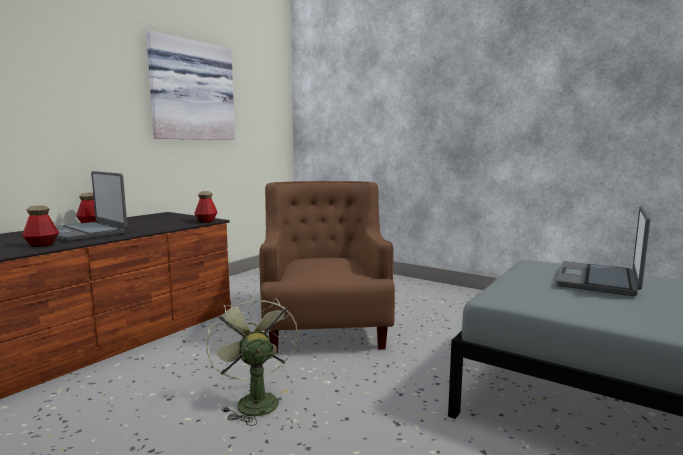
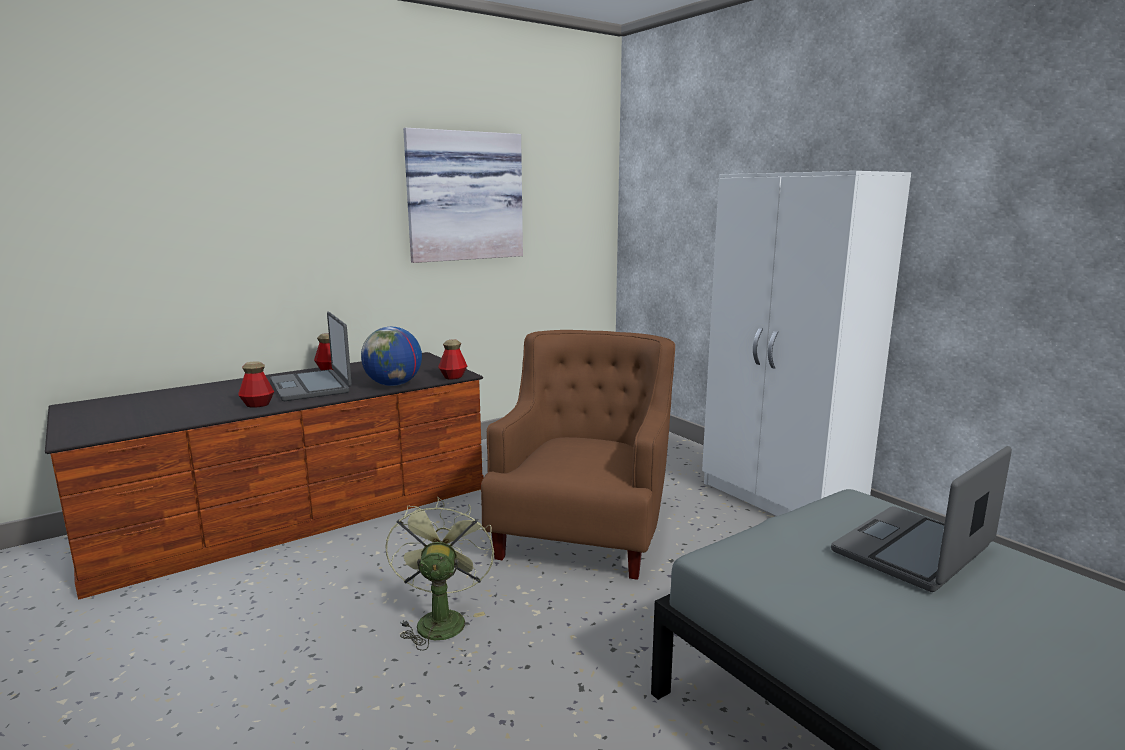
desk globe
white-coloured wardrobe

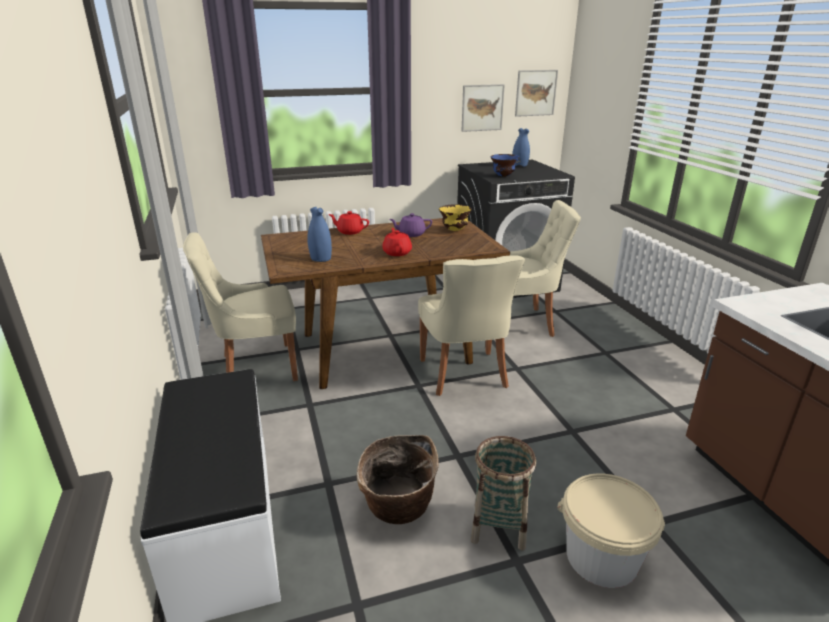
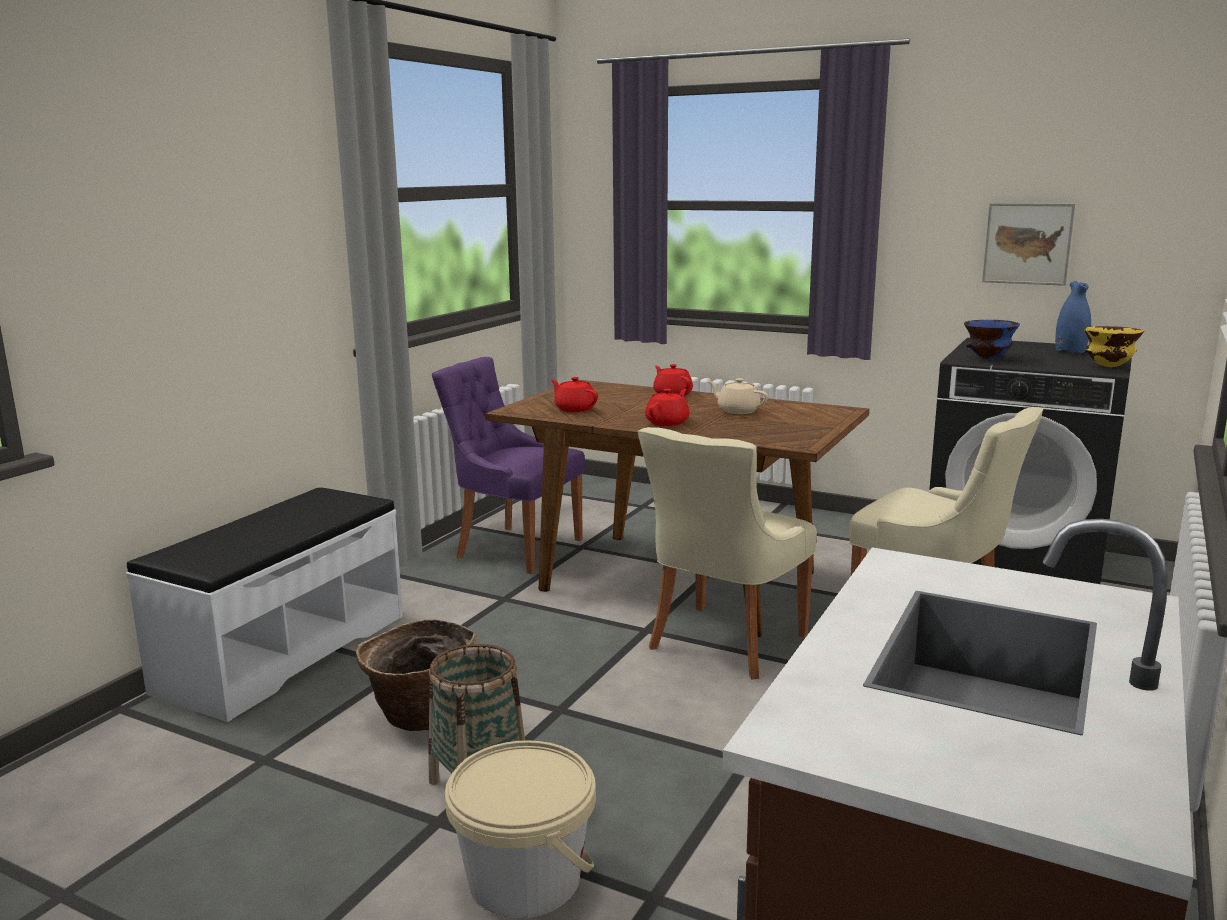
purplish plain chair
red-coloured teapot (1st from left)
beige teapot
yellow-coloured deep dish
wall art (2nd from left in the first image)

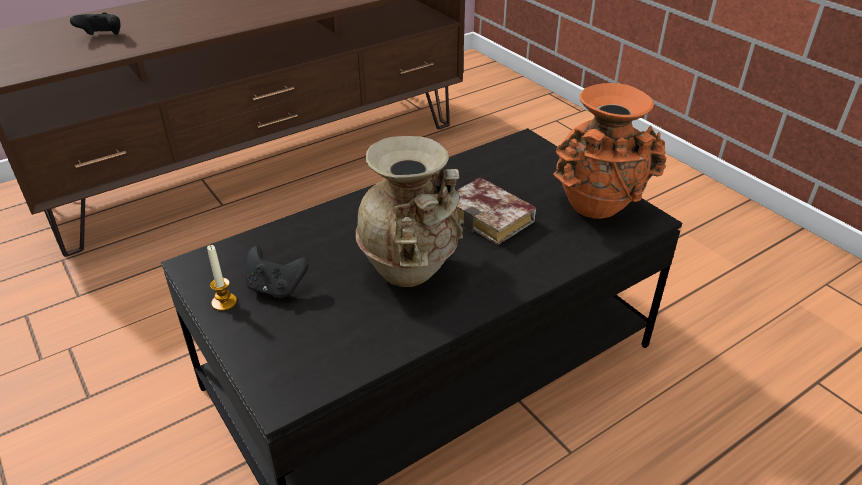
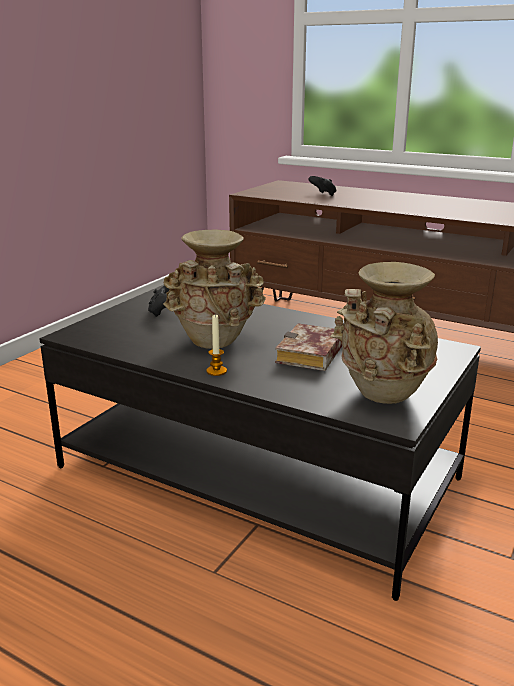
wax light
beige flower vase (2nd from left)

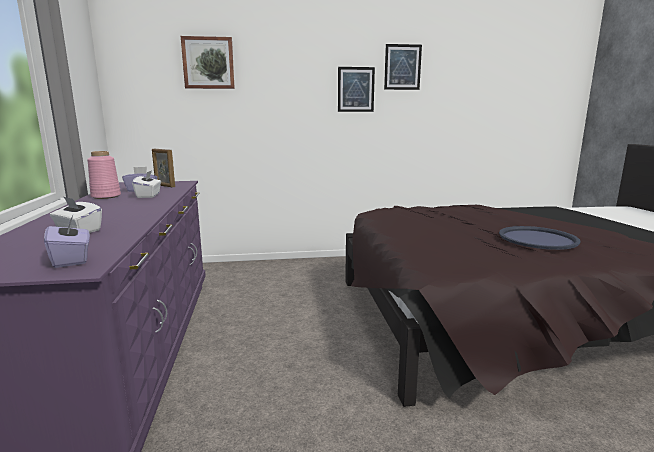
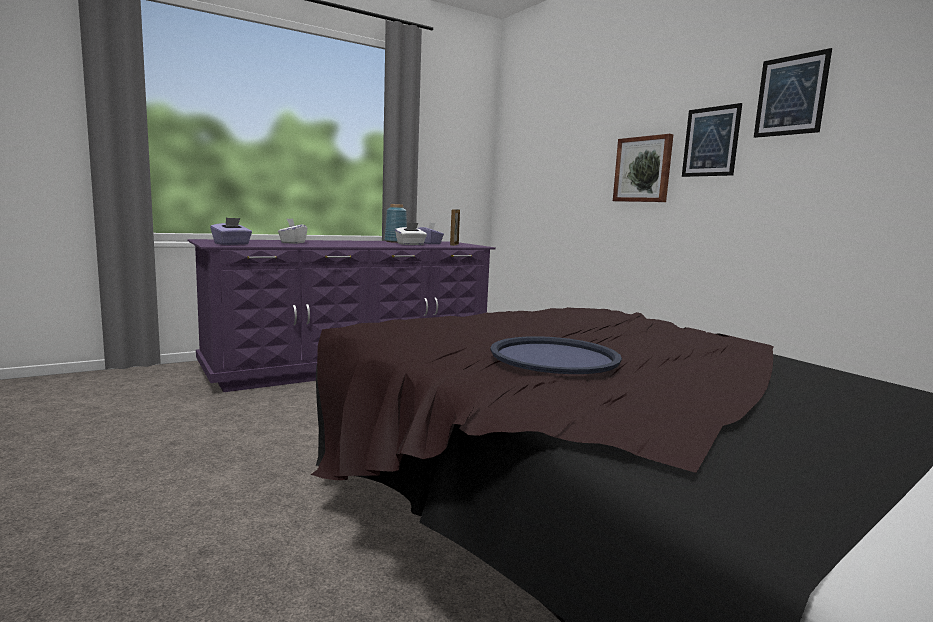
blue-coloured flower vase
wall art (1st from left)

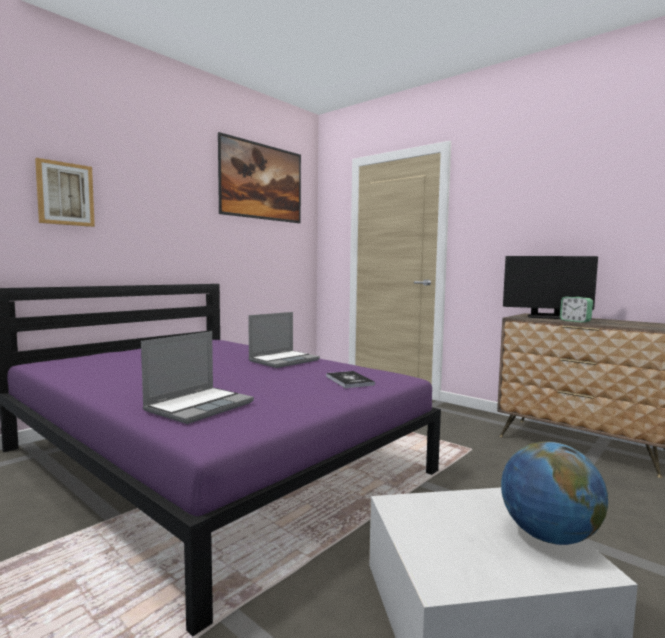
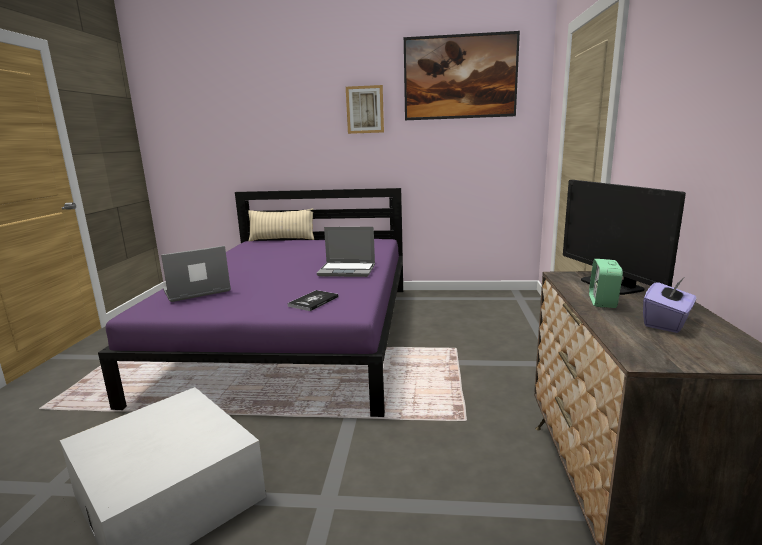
wall art (1st from left)
laptop (1st from left)
desk globe
beige pillow
purplish box of tissues

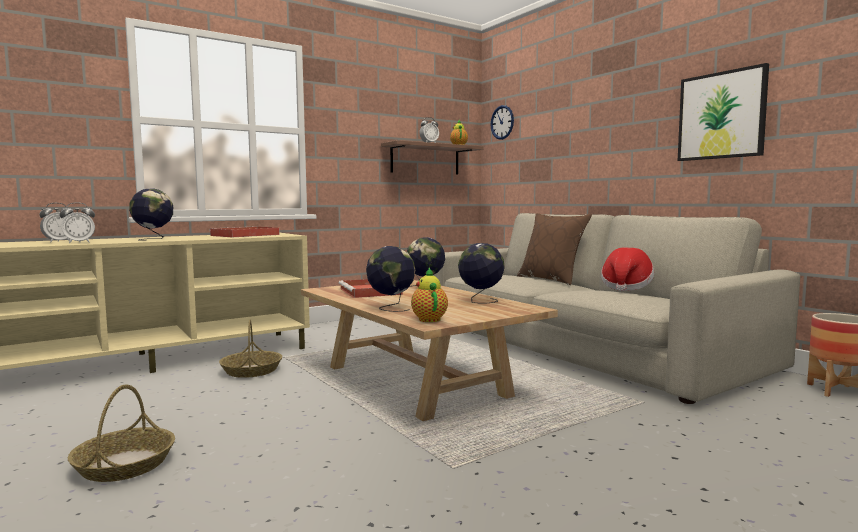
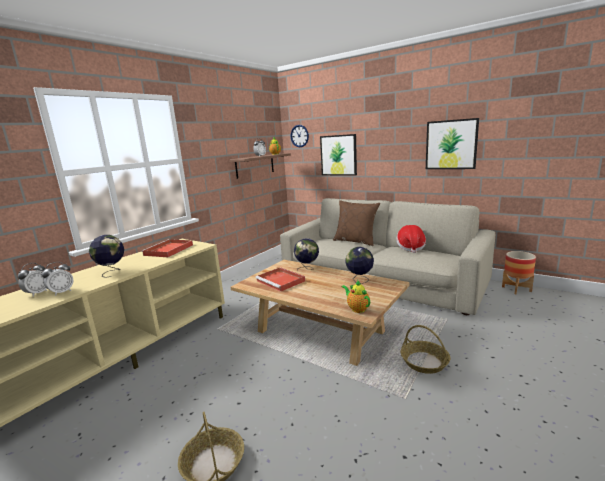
basket (2nd from left)
desk globe (2nd from left in the first image)
wall art (1st from left)

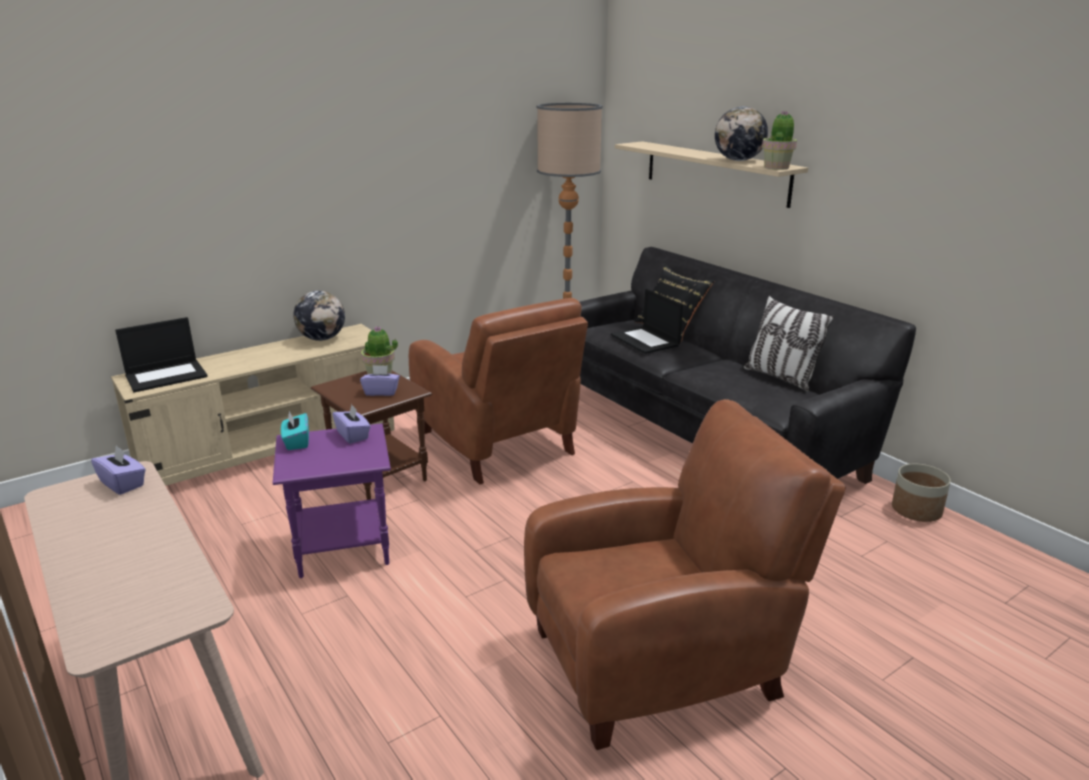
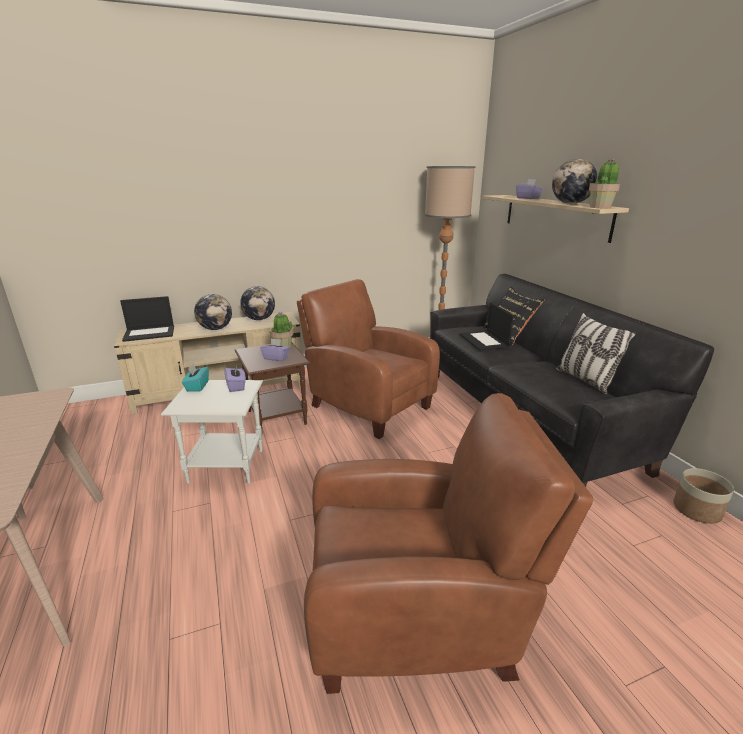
purplish box of tissues (3rd from left)
white-coloured end table
brown-coloured easy chair (1st from left)
desk globe (1st from left)

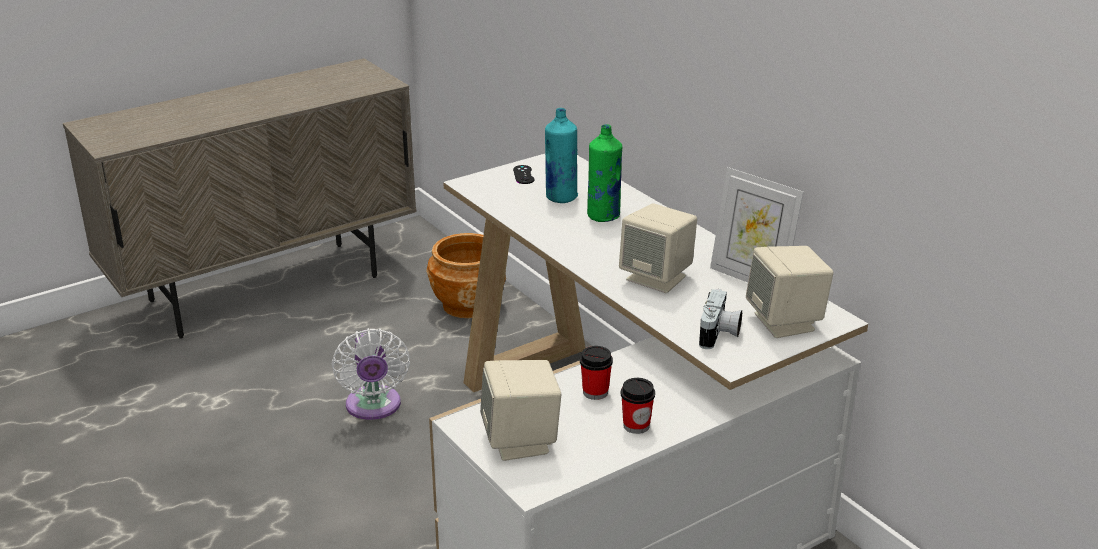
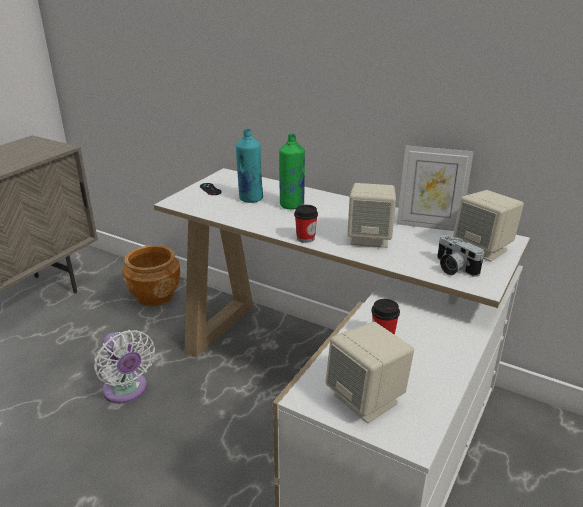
cup (1st from left)
still camera

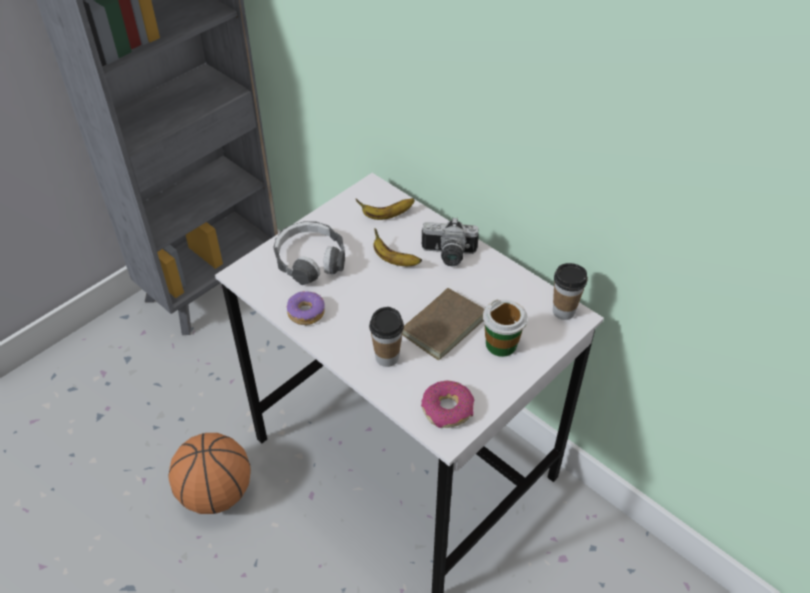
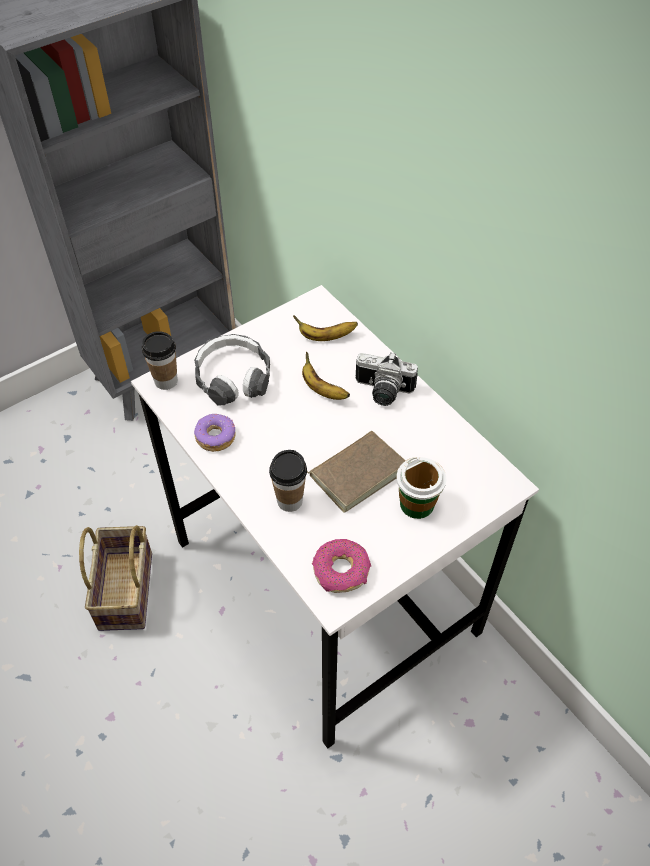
basket
cup (1st from left)

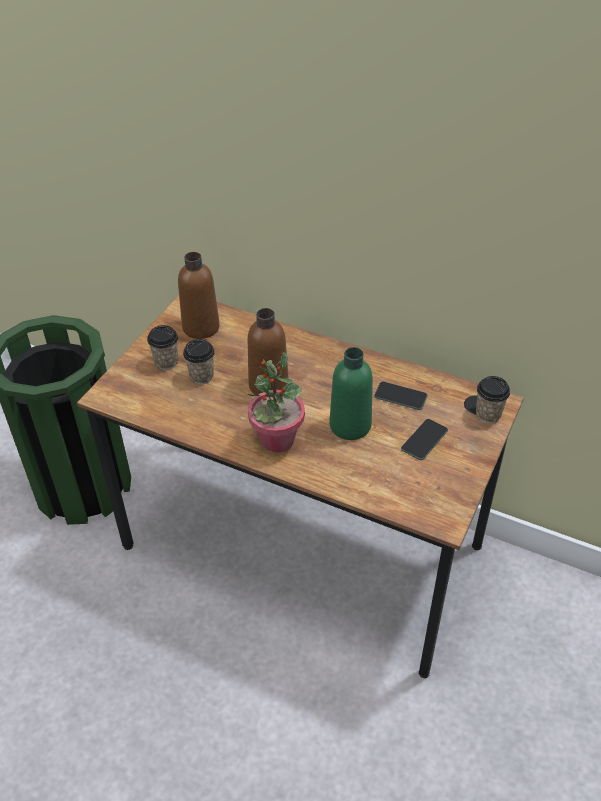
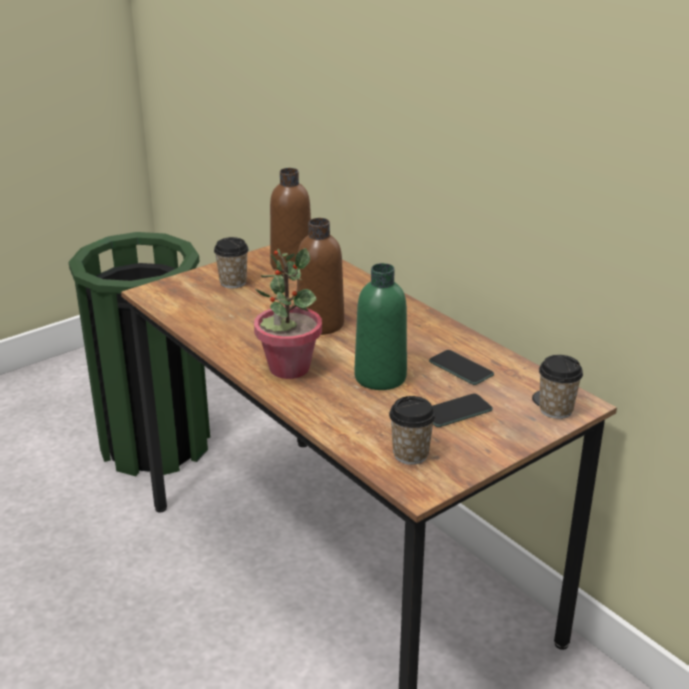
cup (2nd from left)

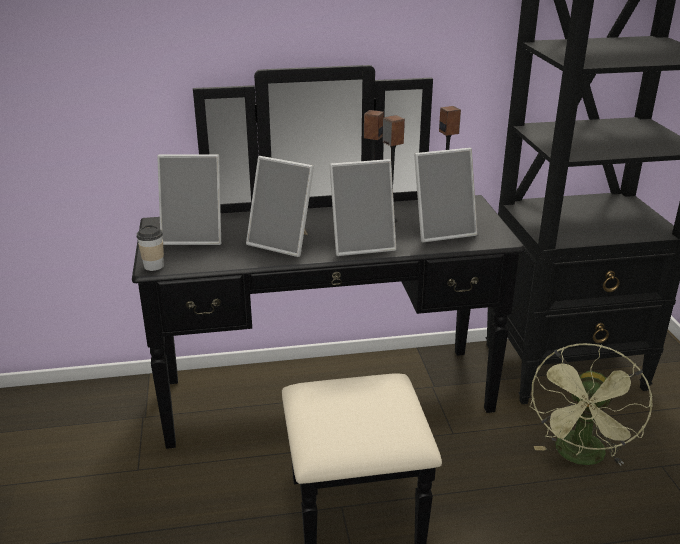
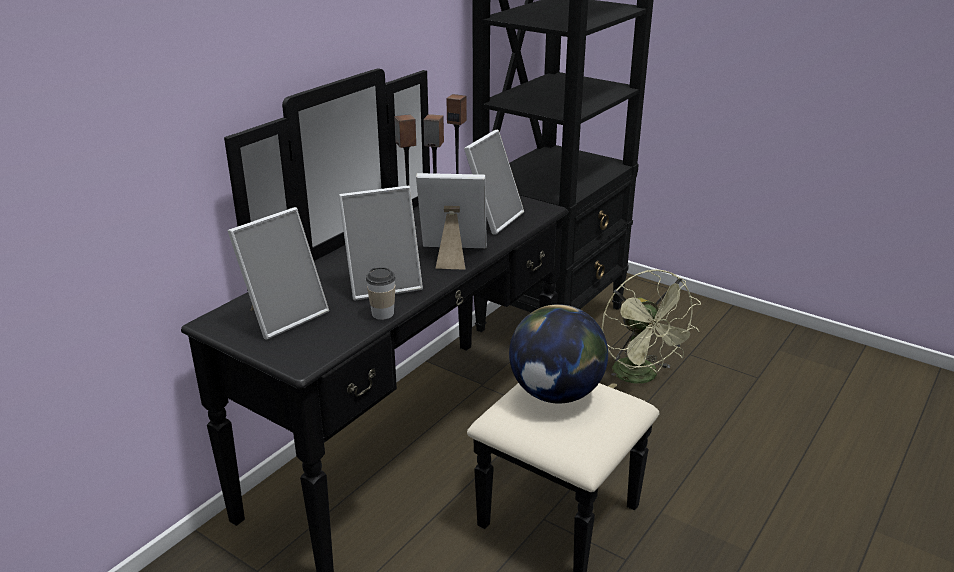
cup
photo frame (3rd from left)
desk globe

